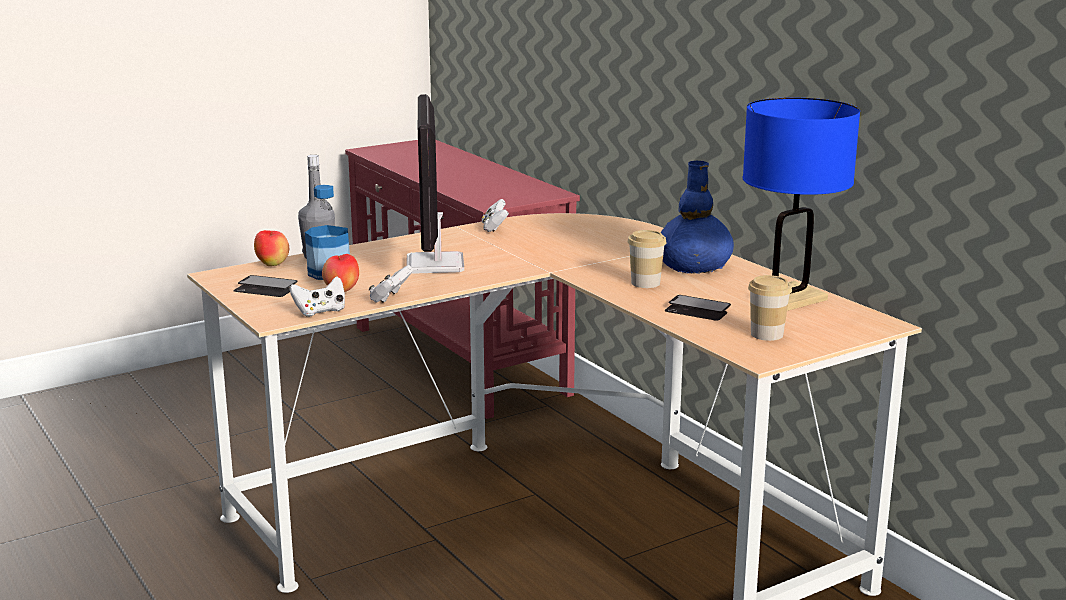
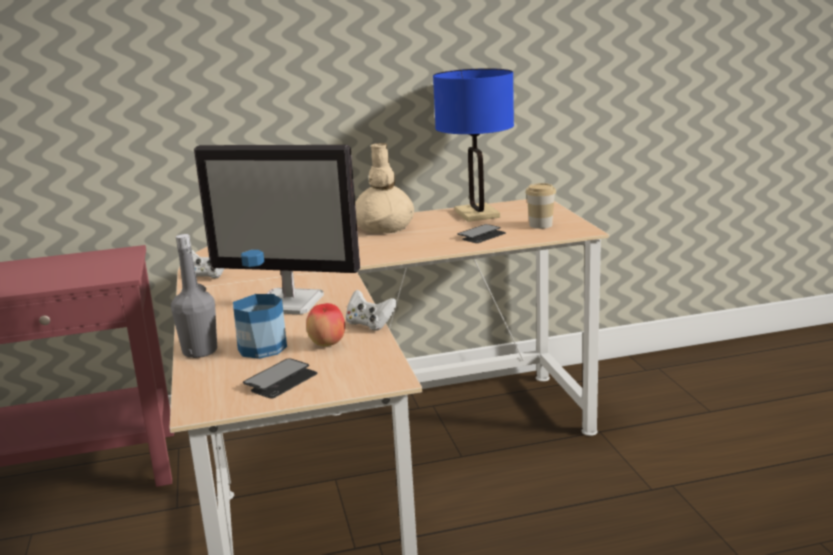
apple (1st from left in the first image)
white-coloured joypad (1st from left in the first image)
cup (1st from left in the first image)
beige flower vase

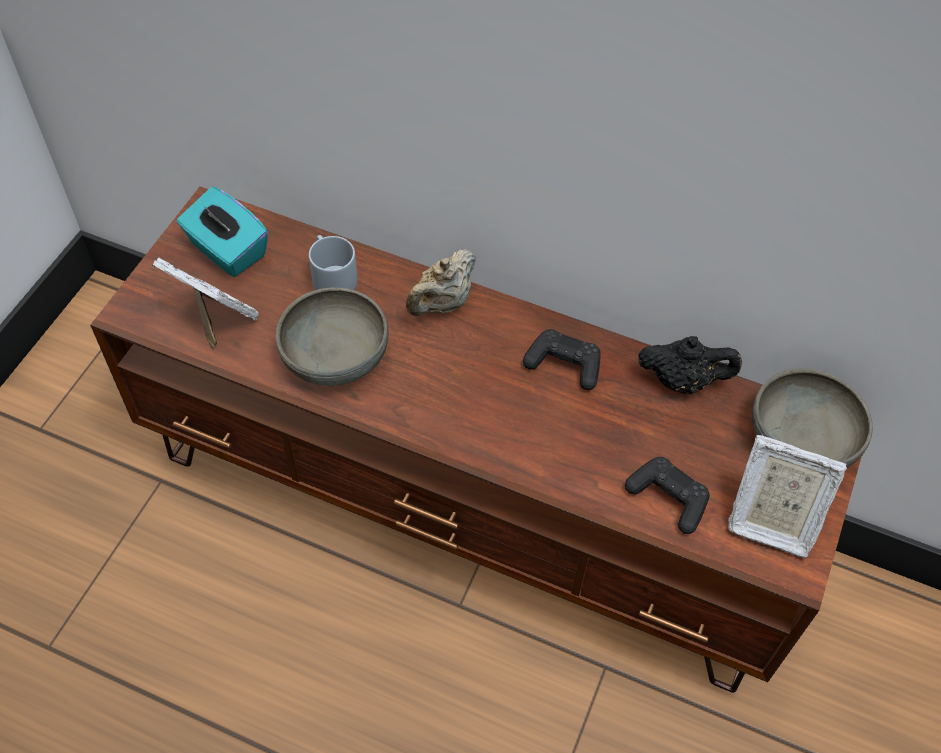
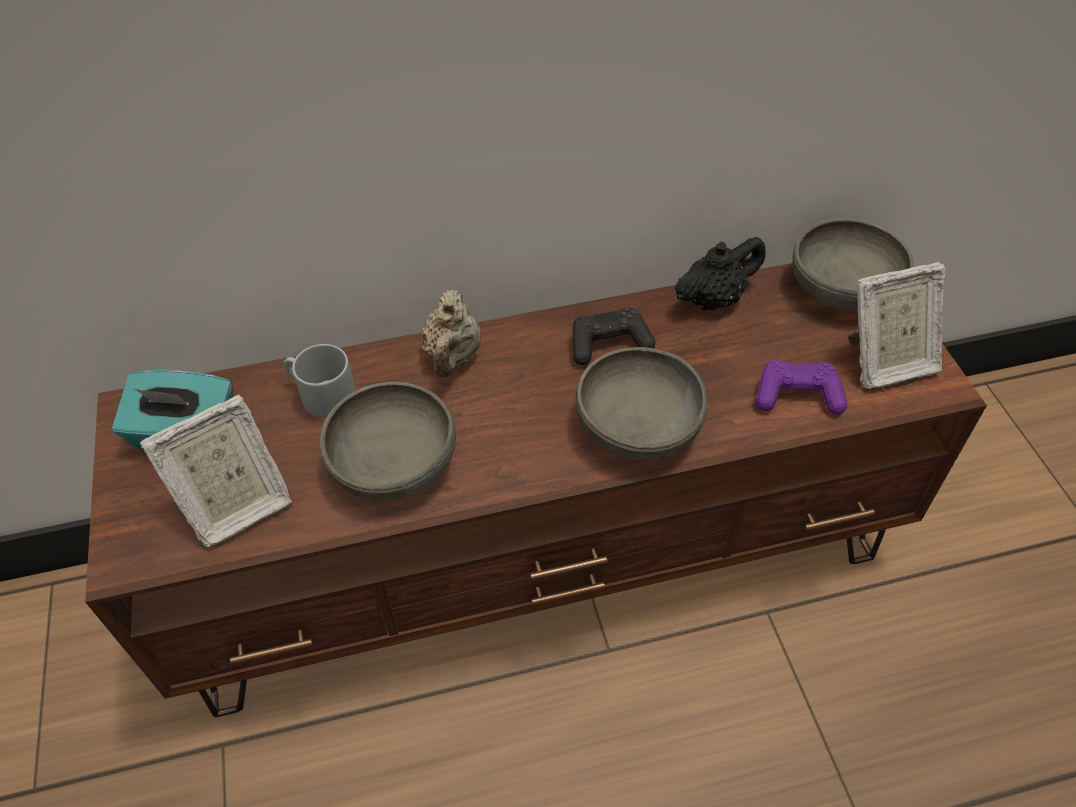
photo frame (1st from left)
purplish joypad
gray deep dish (2nd from left)

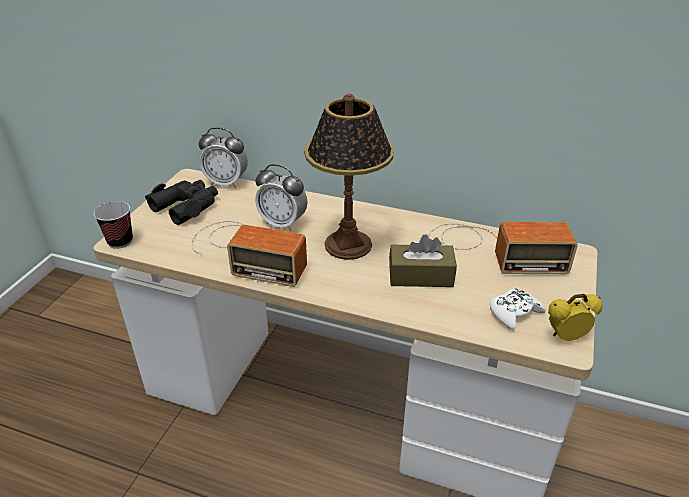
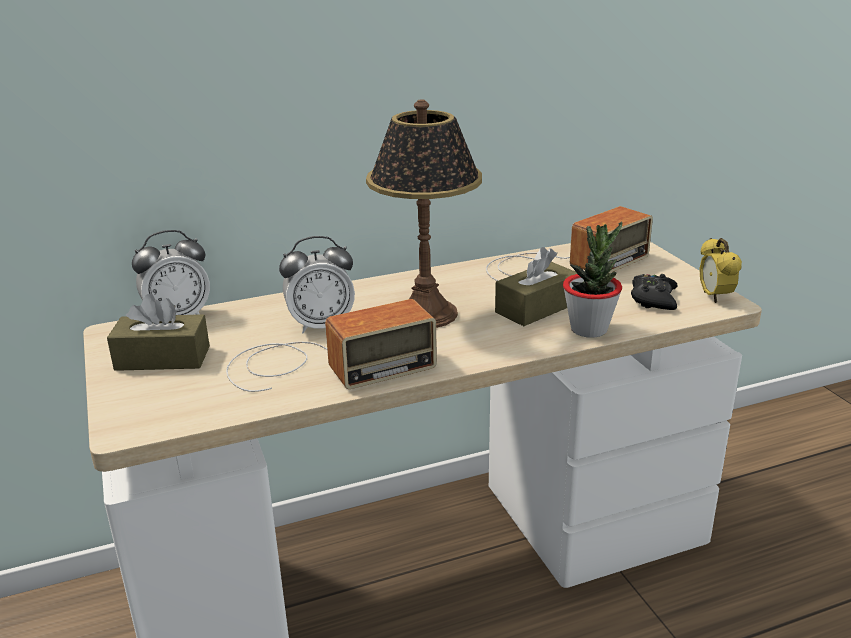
cup
brown-coloured box of tissues (1st from left)
black-coloured joypad
bedside clock (3rd from left)
plant in a pot

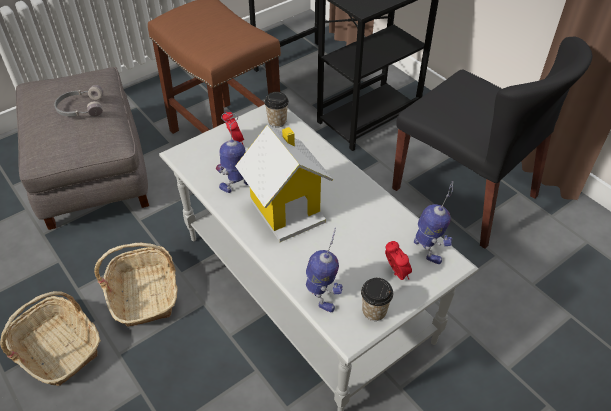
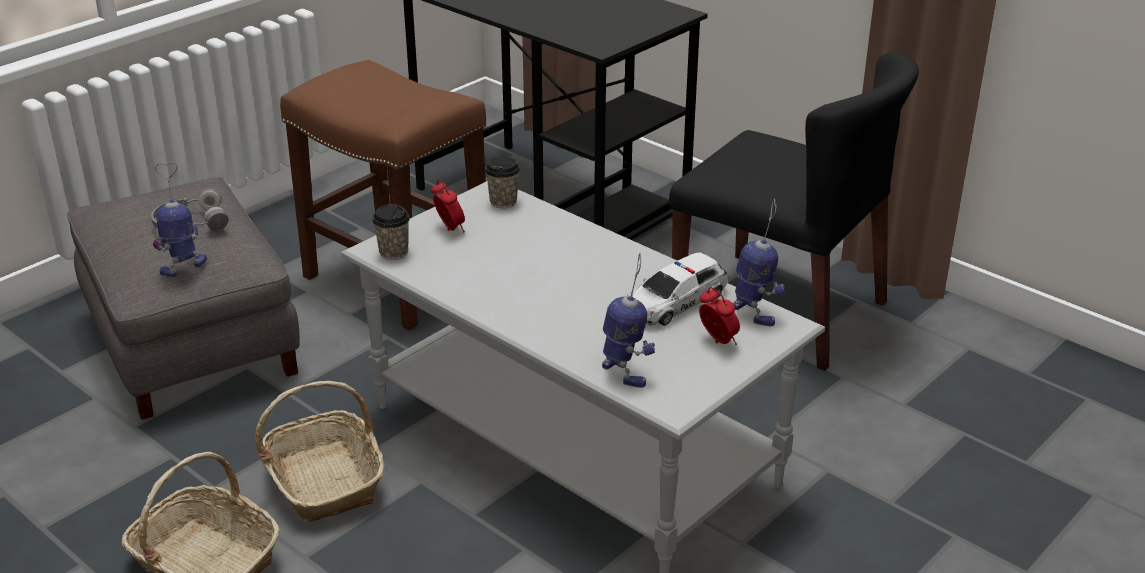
robot figure (1st from left)
miniature house
cup (1st from left)
toy car

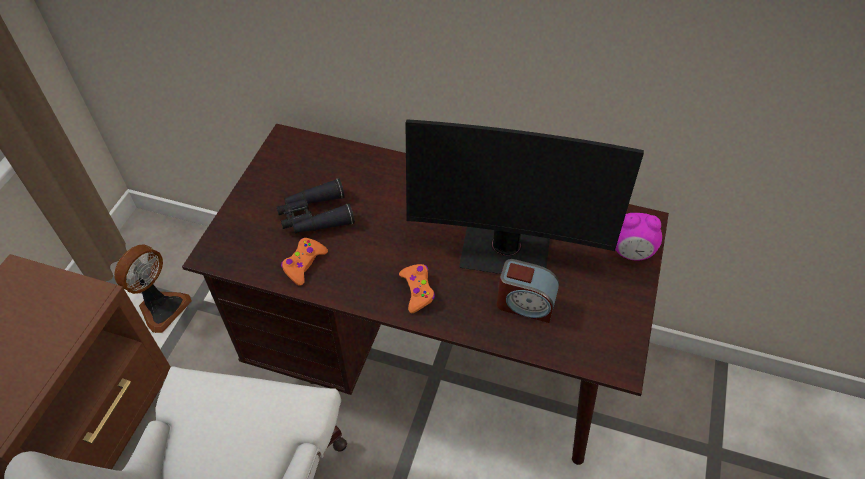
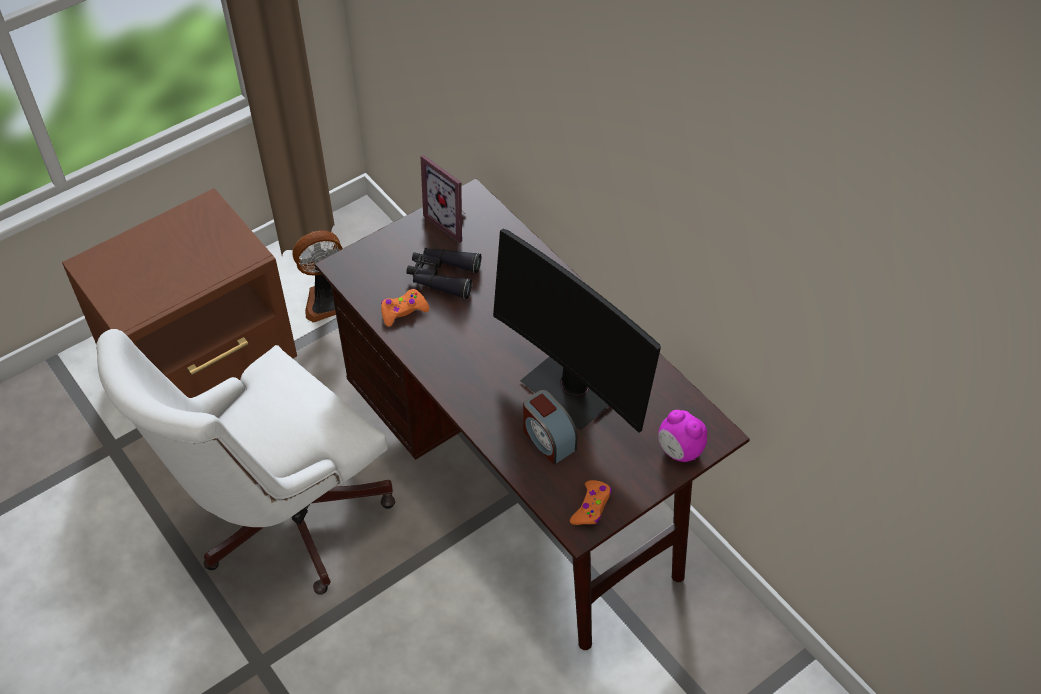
orange joypad (2nd from left)
photo frame

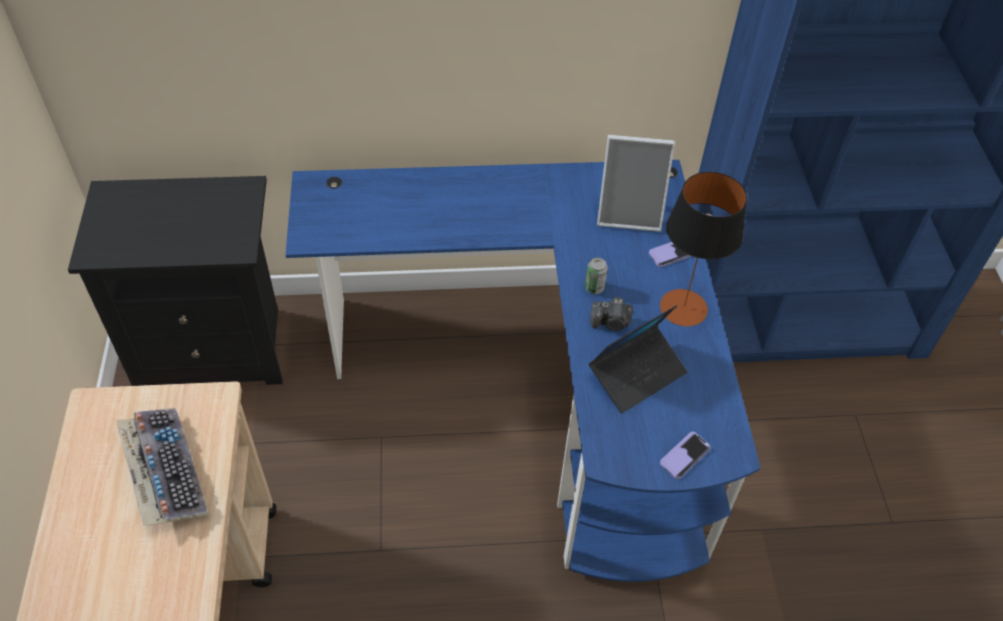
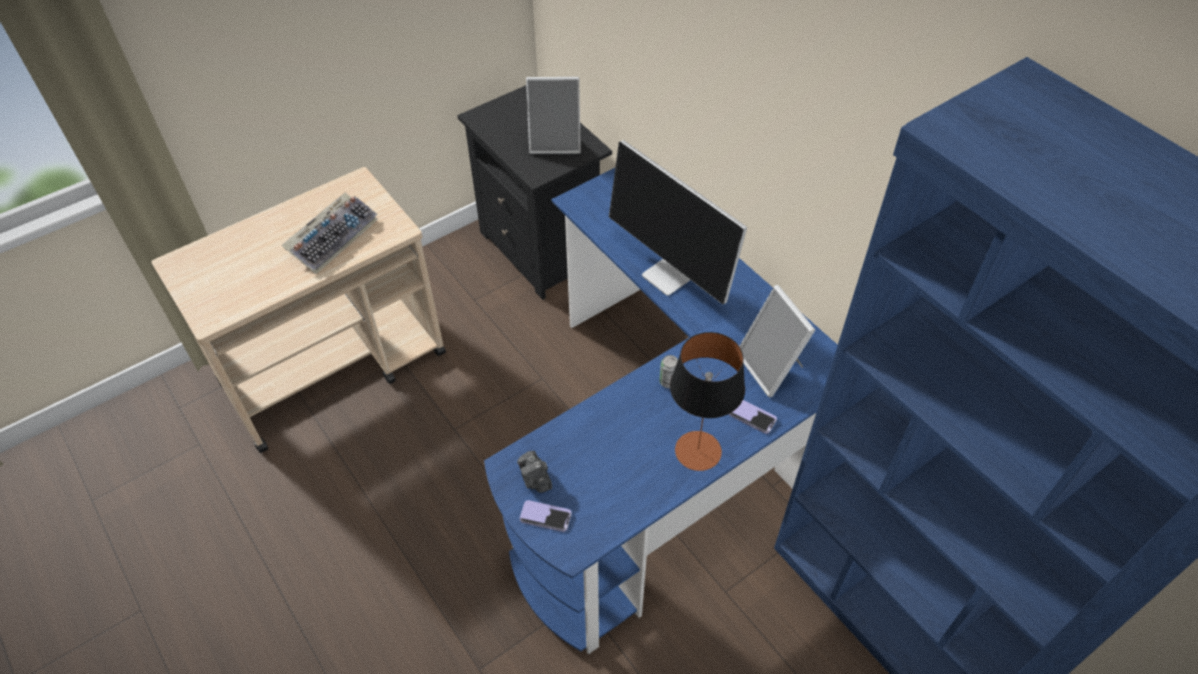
laptop
still camera
photo frame (1st from left)
monitor

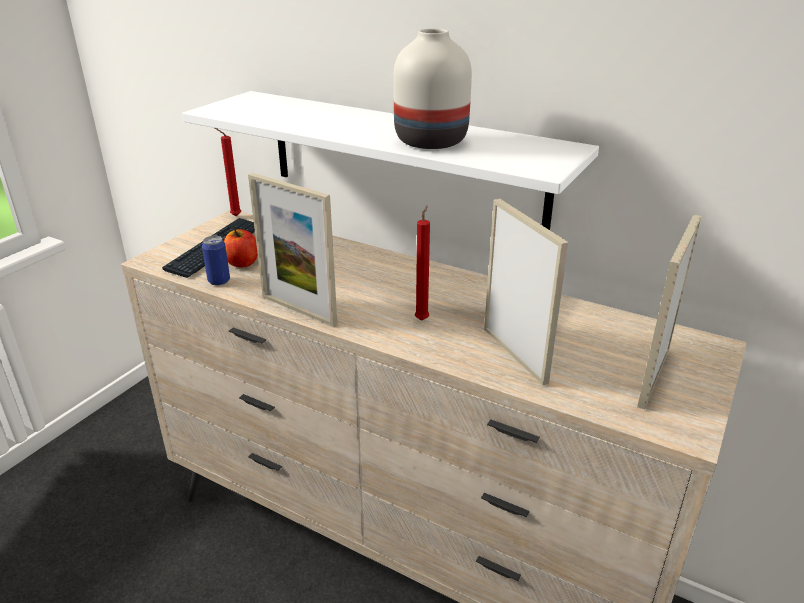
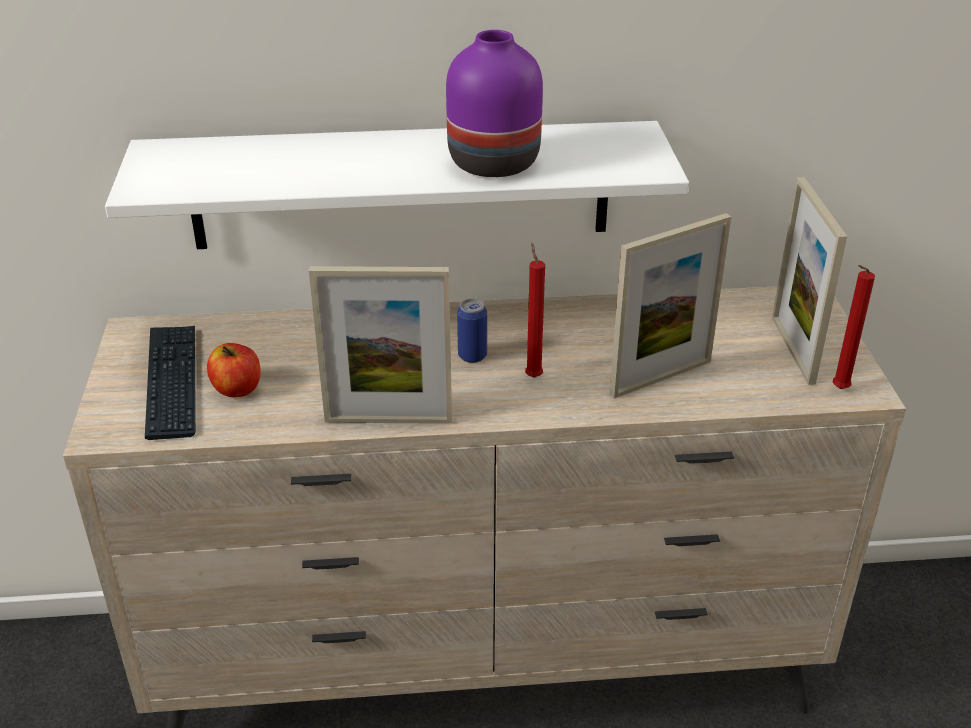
sealed can
red-coloured wax light (2nd from left)
purplish flower vase
photo frame (2nd from left)

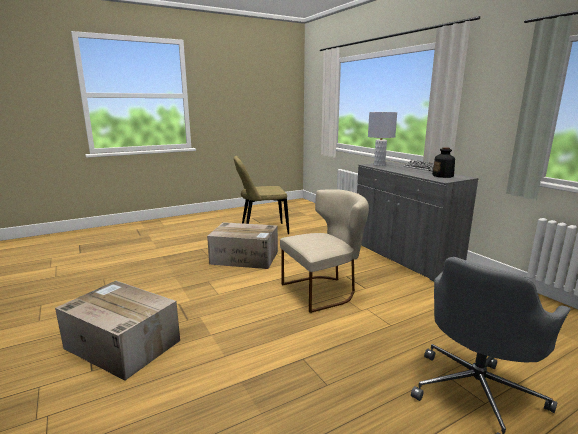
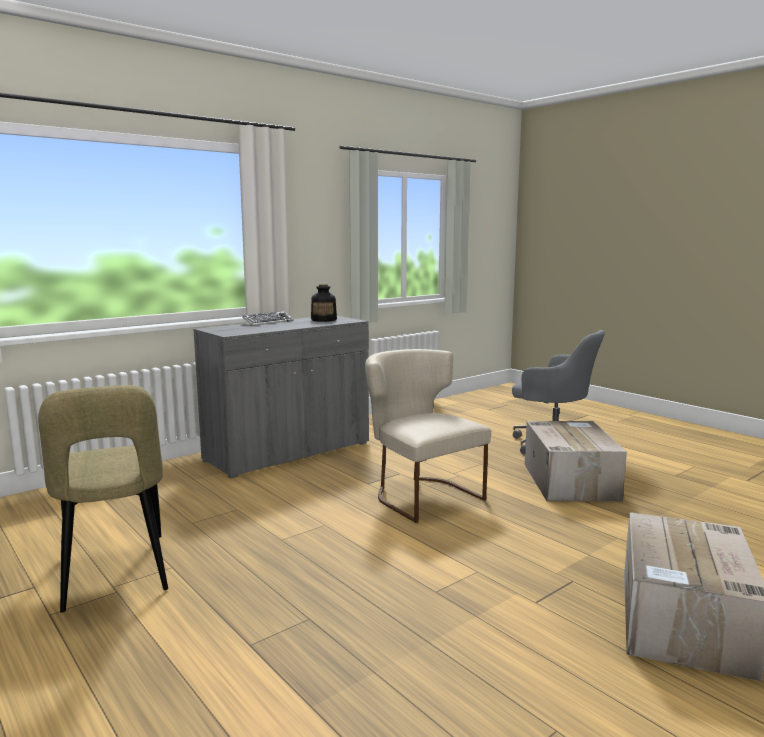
cardboard box (1st from left)
gray tabletop lamp

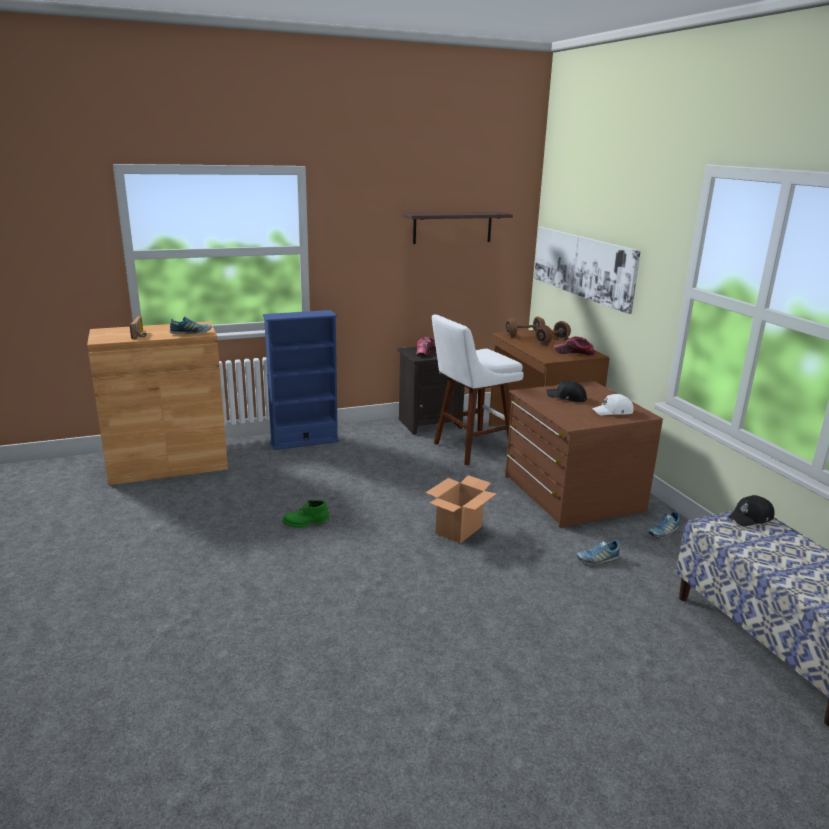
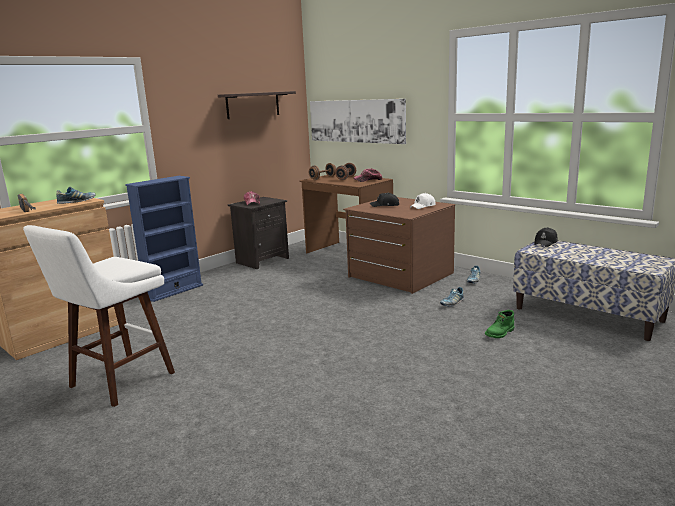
green-coloured boot
cardboard box
white-coloured stool seat

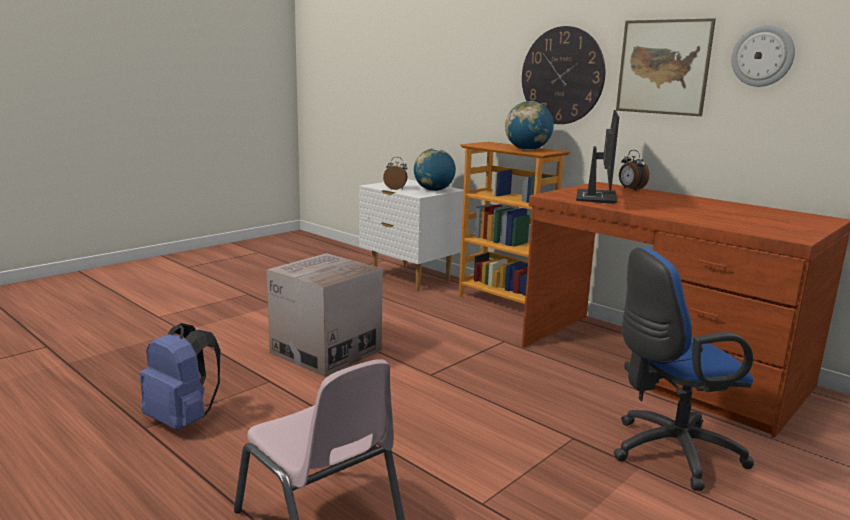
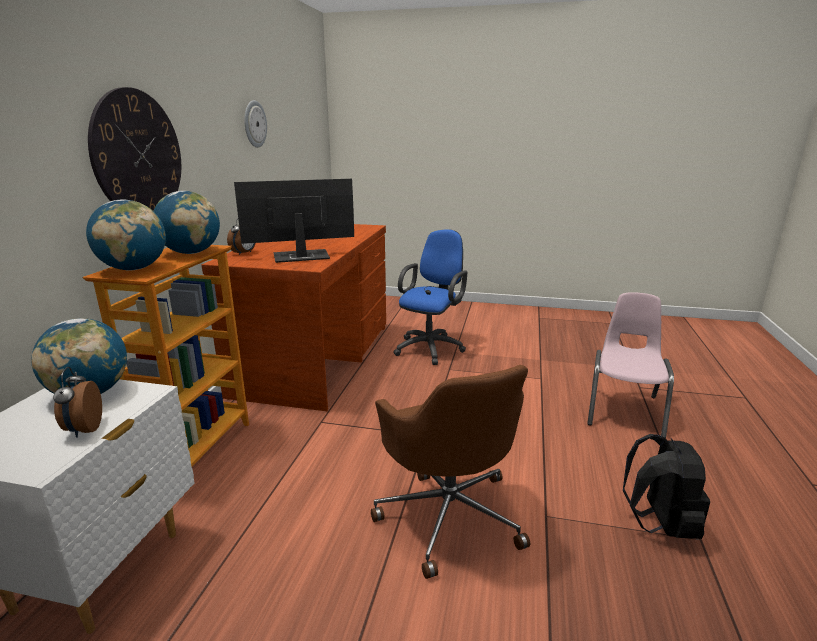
black-coloured backpack
brown-coloured desk chair
blue-coloured desk chair
wall art
desk globe (2nd from left)

